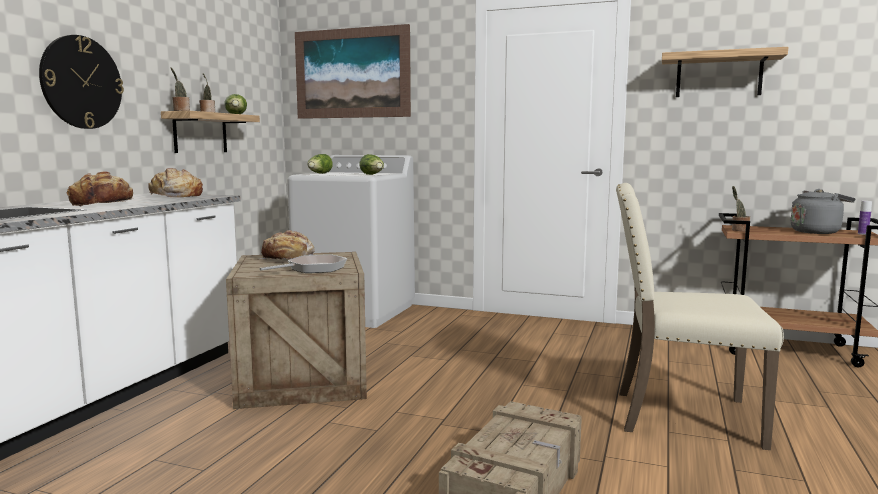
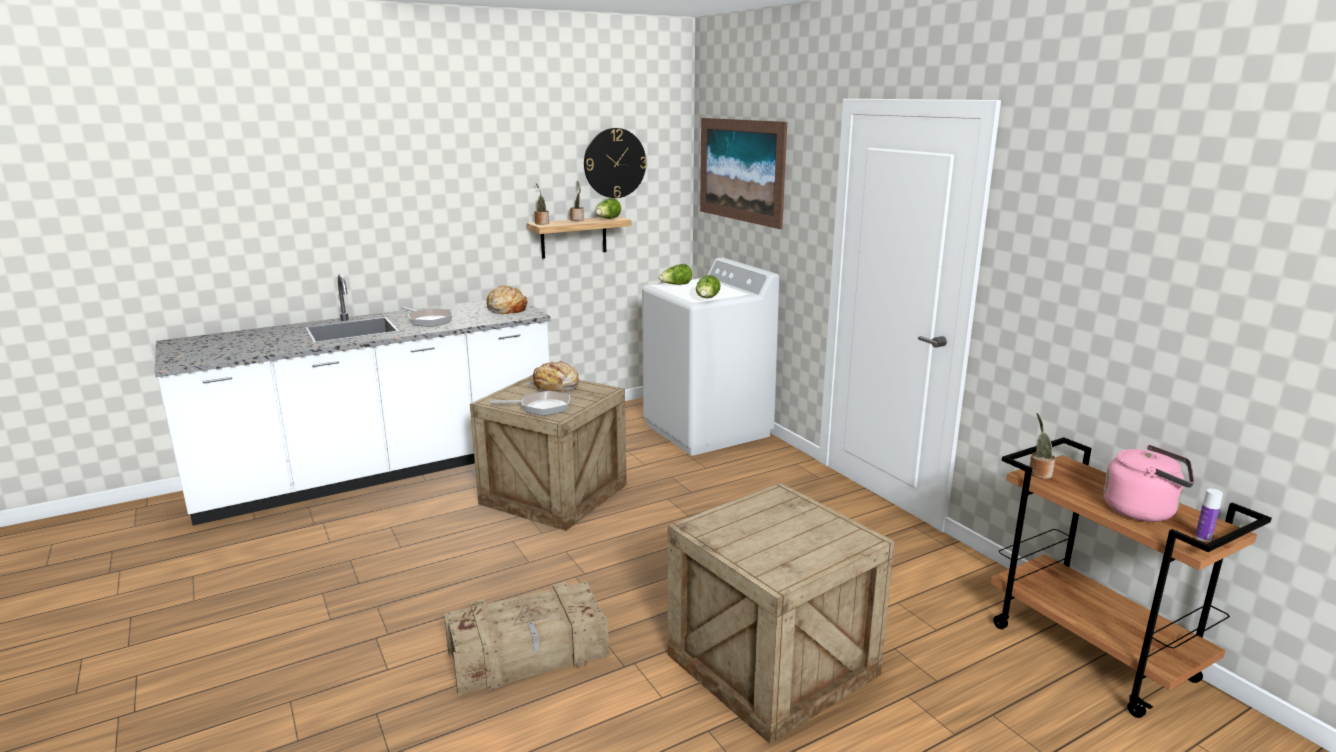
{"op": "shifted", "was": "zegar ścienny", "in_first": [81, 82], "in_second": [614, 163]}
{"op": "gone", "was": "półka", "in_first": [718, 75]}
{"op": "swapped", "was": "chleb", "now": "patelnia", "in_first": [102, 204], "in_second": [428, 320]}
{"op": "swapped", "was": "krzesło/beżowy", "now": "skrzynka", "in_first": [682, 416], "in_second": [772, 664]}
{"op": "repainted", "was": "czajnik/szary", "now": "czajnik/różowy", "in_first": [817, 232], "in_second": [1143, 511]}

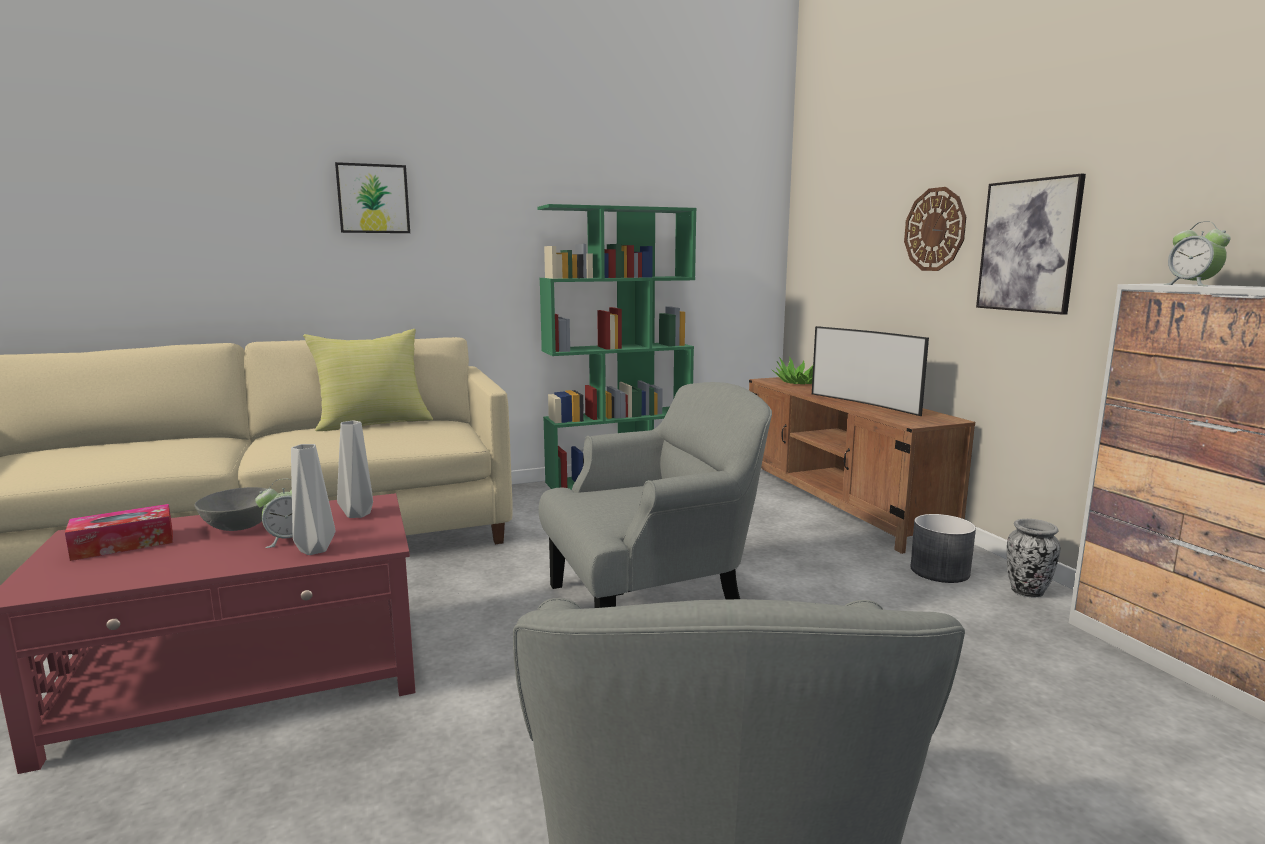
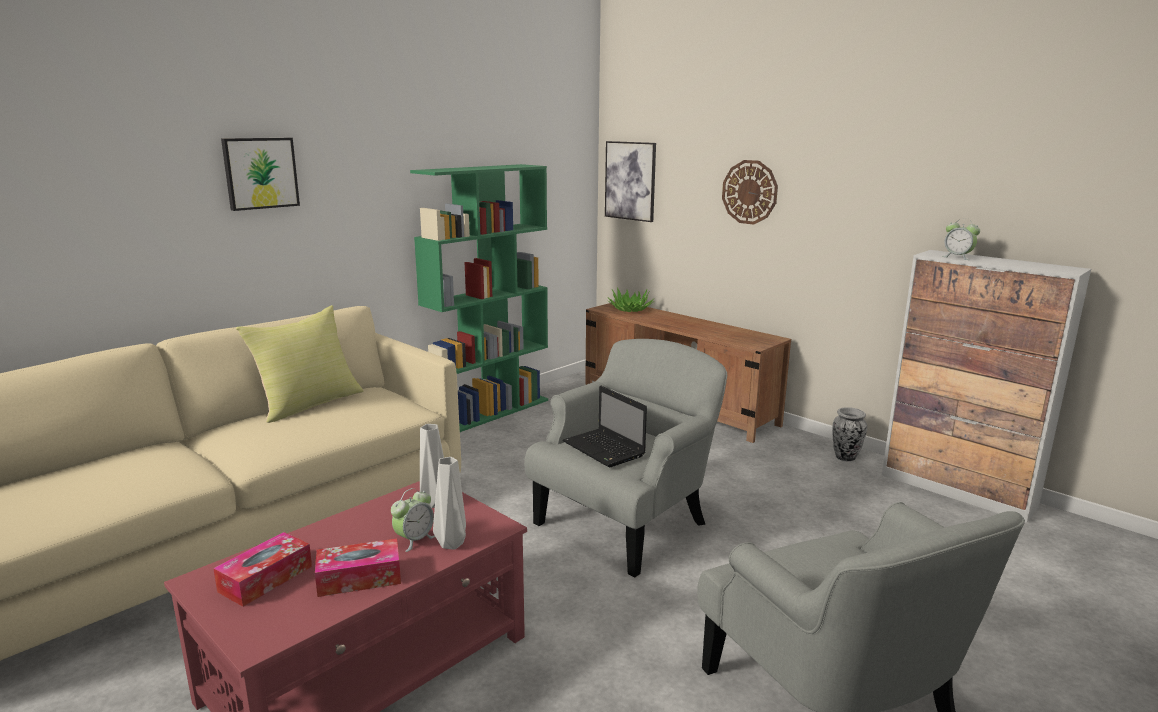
{"op": "shifted", "was": "obraz", "in_first": [1028, 246], "in_second": [630, 181]}
{"op": "gone", "was": "telewizor", "in_first": [866, 403]}
{"op": "gone", "was": "miska/szary", "in_first": [239, 526]}
{"op": "gone", "was": "donica/szary", "in_first": [939, 571]}
{"op": "new", "now": "laptop", "in_second": [605, 449]}
{"op": "new", "now": "pudełko chusteczek", "in_second": [359, 578]}

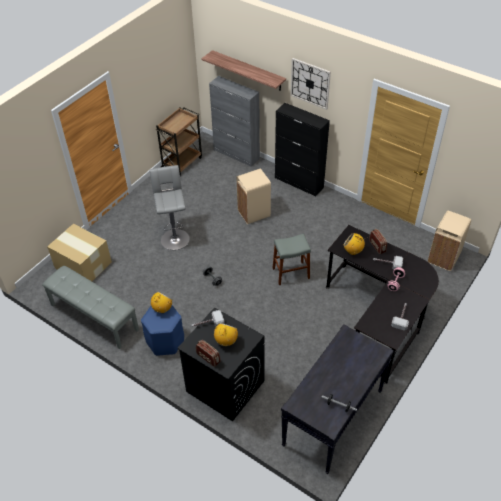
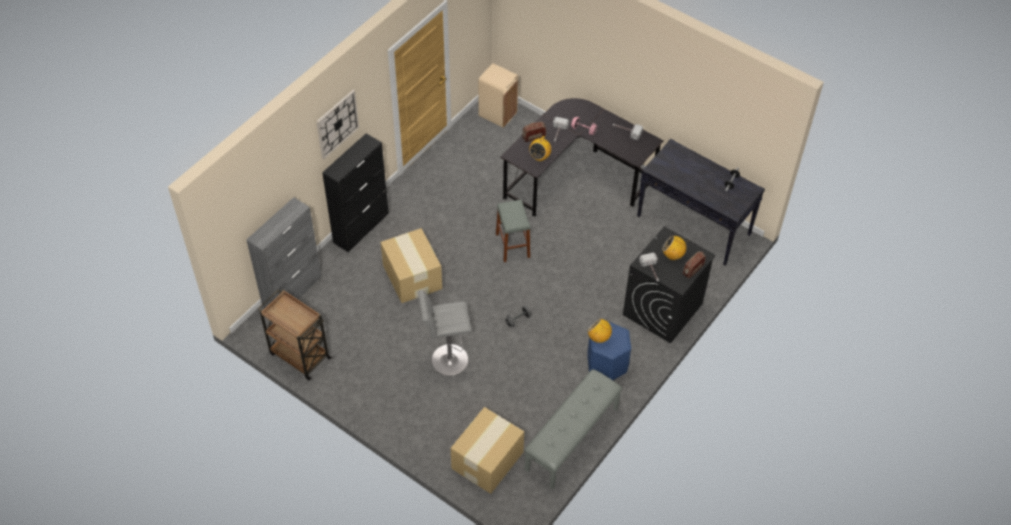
{"op": "gone", "was": "półka", "in_first": [248, 70]}
{"op": "swapped", "was": "kosz na śmieci/beżowy", "now": "karton", "in_first": [254, 213], "in_second": [412, 276]}

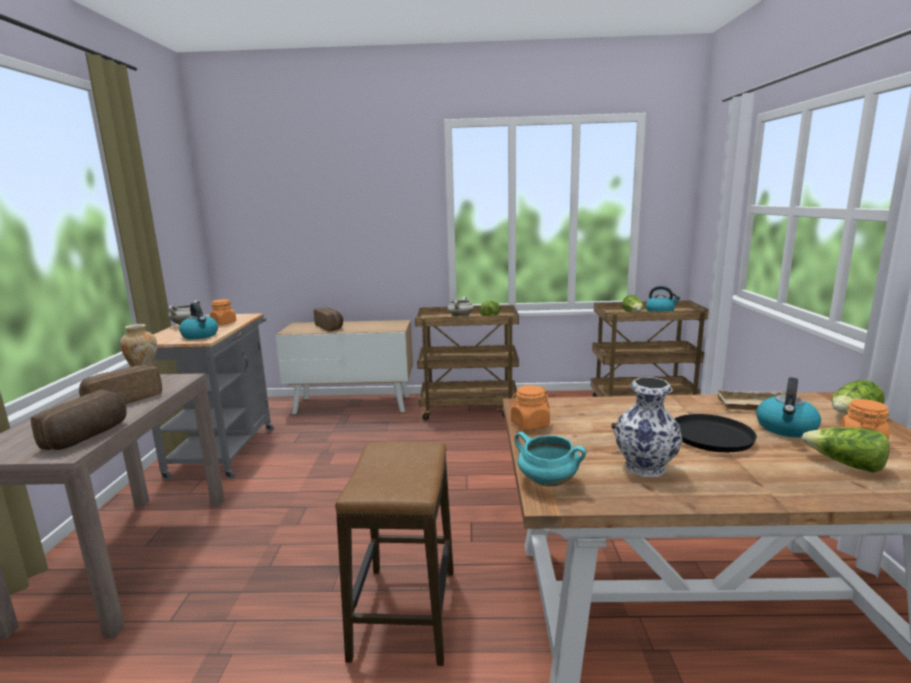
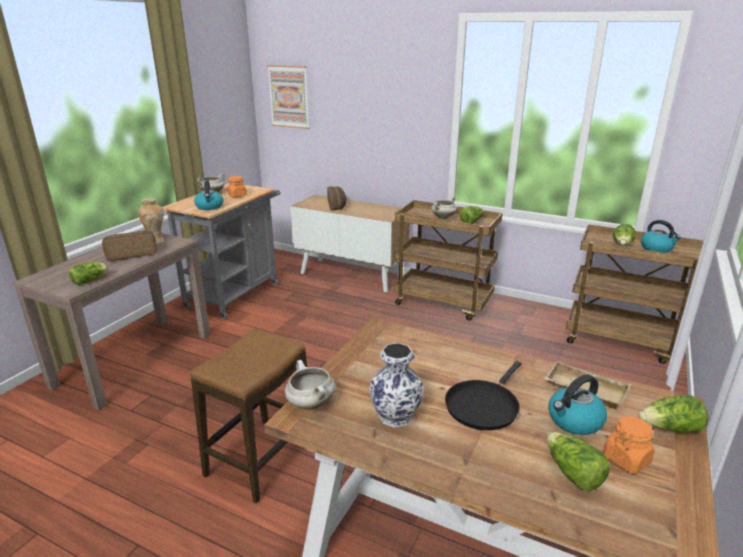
{"op": "gone", "was": "słoik/pomarańczowy", "in_first": [529, 424]}
{"op": "swapped", "was": "chleb", "now": "sałata", "in_first": [89, 436], "in_second": [91, 280]}
{"op": "rotated", "was": "patelnia/czarny", "in_first": [704, 438], "in_second": [483, 405], "clockwise": 90}
{"op": "repainted", "was": "garnek/turkusowy", "now": "garnek/biały", "in_first": [547, 482], "in_second": [310, 403]}
{"op": "new", "now": "obraz", "in_second": [289, 96]}

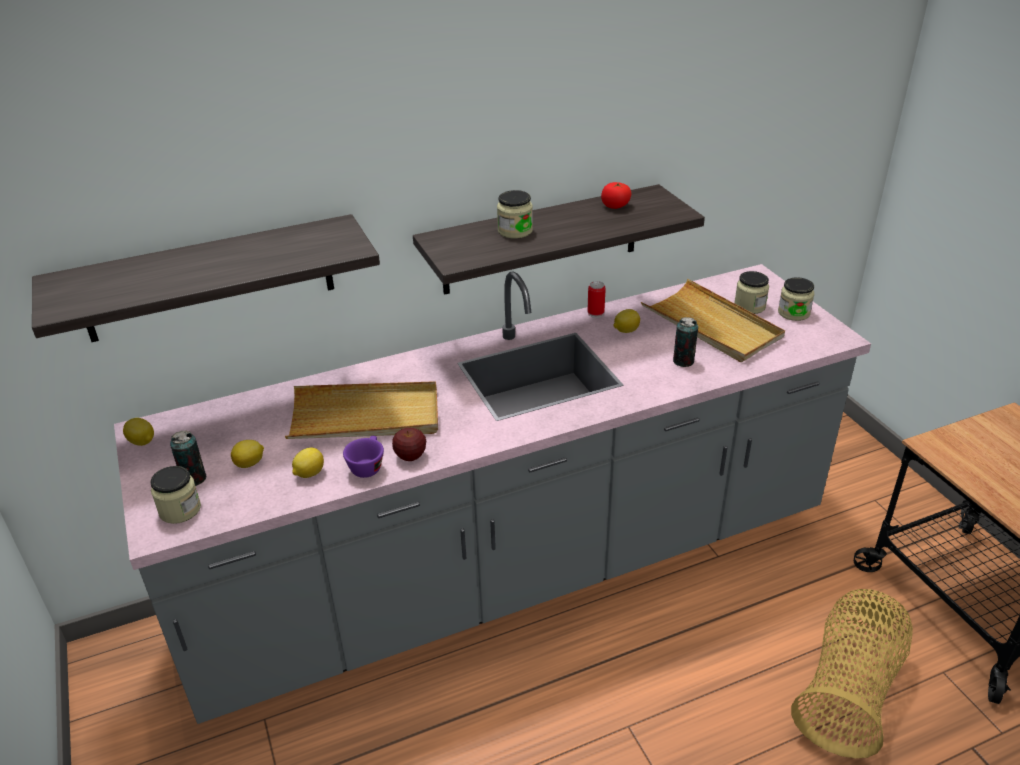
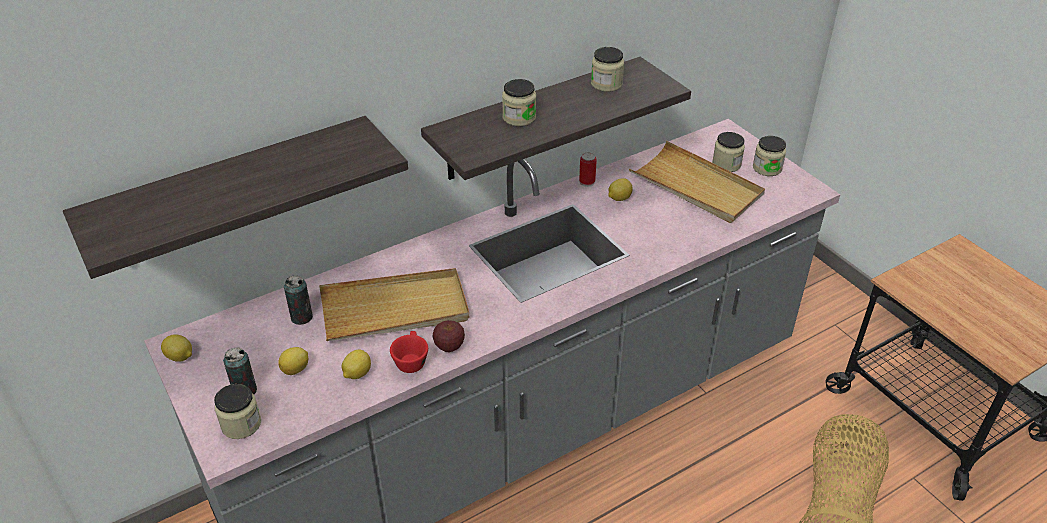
{"op": "swapped", "was": "pomidor", "now": "słoik", "in_first": [615, 206], "in_second": [606, 84]}
{"op": "shifted", "was": "puszka", "in_first": [683, 361], "in_second": [301, 317]}
{"op": "repainted", "was": "filiżanka/fioletowy", "now": "filiżanka/czerwony", "in_first": [367, 466], "in_second": [411, 360]}

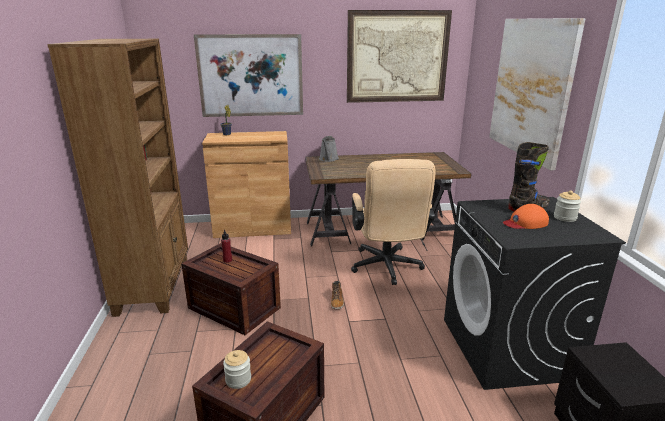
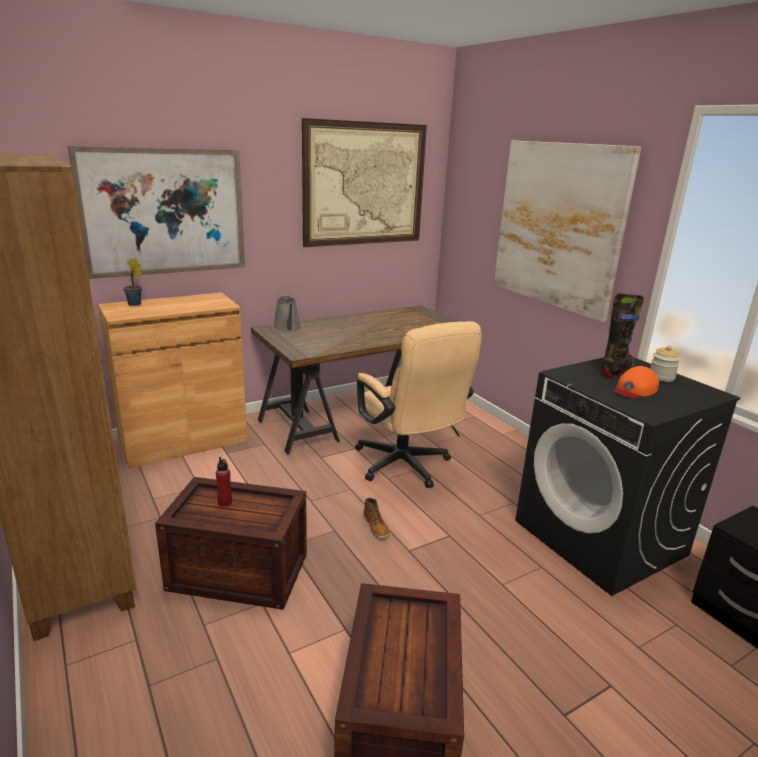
{"op": "gone", "was": "słoik", "in_first": [238, 380]}

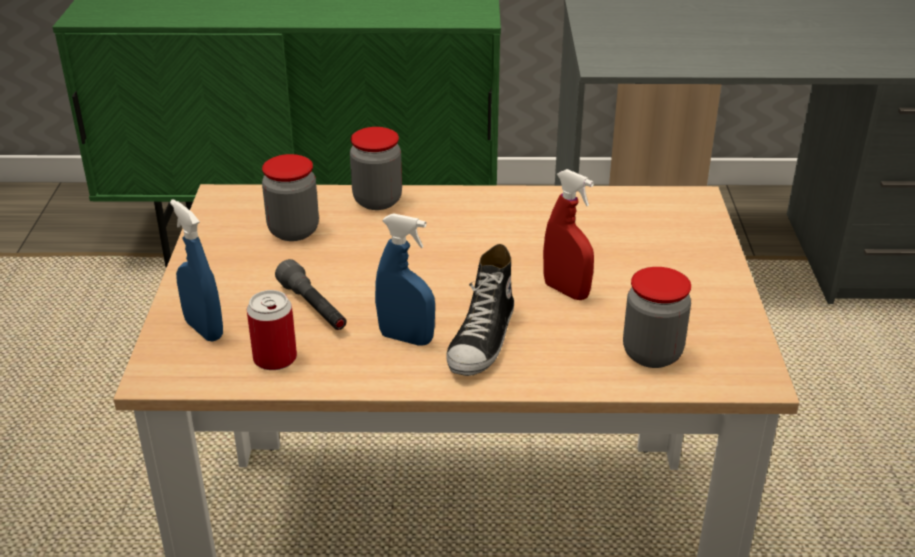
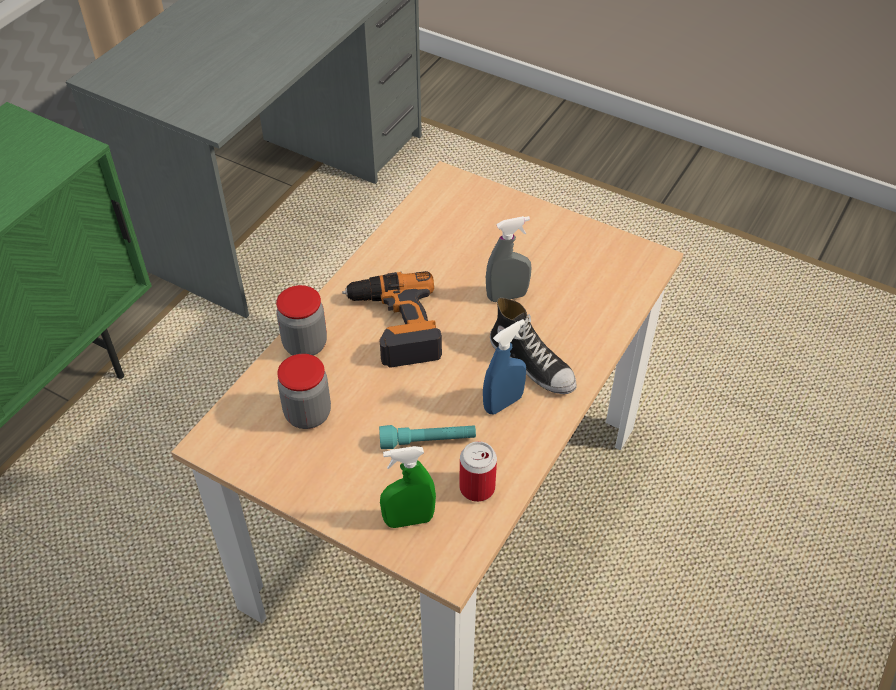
{"op": "repainted", "was": "spryskiwacz/czerwony", "now": "spryskiwacz/szary", "in_first": [566, 291], "in_second": [507, 296]}
{"op": "repainted", "was": "spryskiwacz/niebieski", "now": "spryskiwacz/zielony", "in_first": [204, 329], "in_second": [409, 520]}
{"op": "repainted", "was": "latarka/szary", "now": "latarka/turkusowy", "in_first": [313, 308], "in_second": [428, 441]}
{"op": "gone", "was": "słoik", "in_first": [652, 354]}
{"op": "new", "now": "wiertarka", "in_second": [394, 325]}

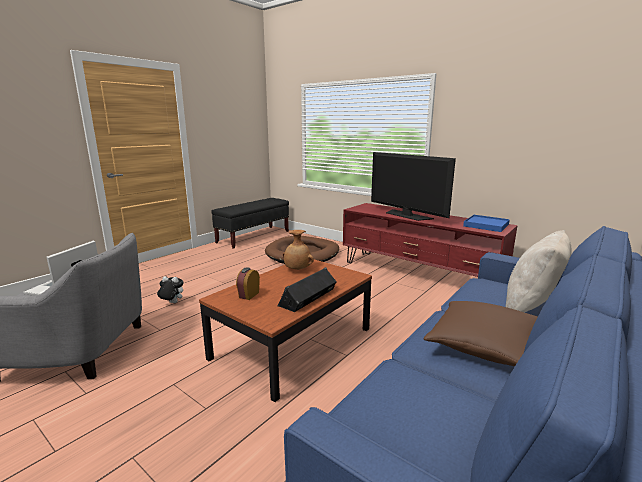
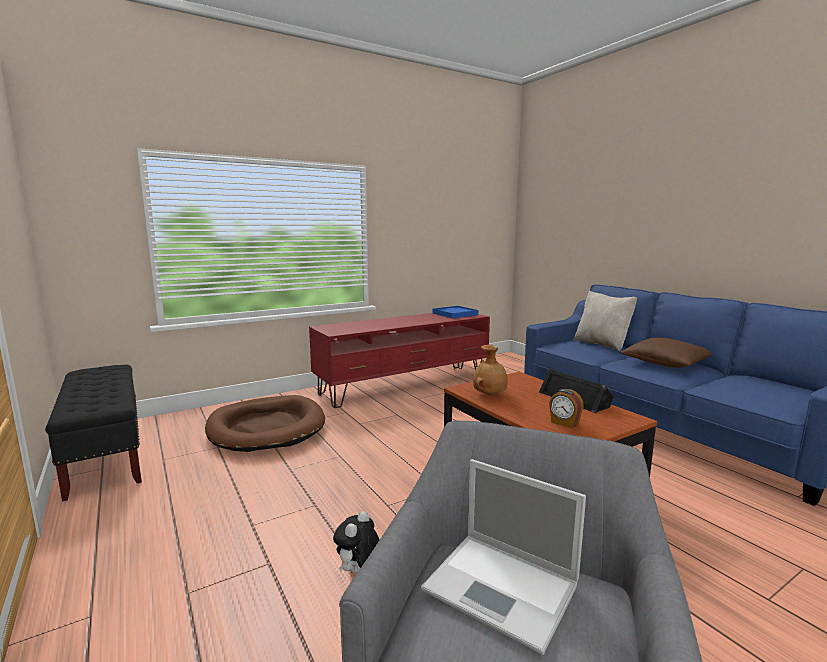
{"op": "gone", "was": "telewizor", "in_first": [407, 215]}

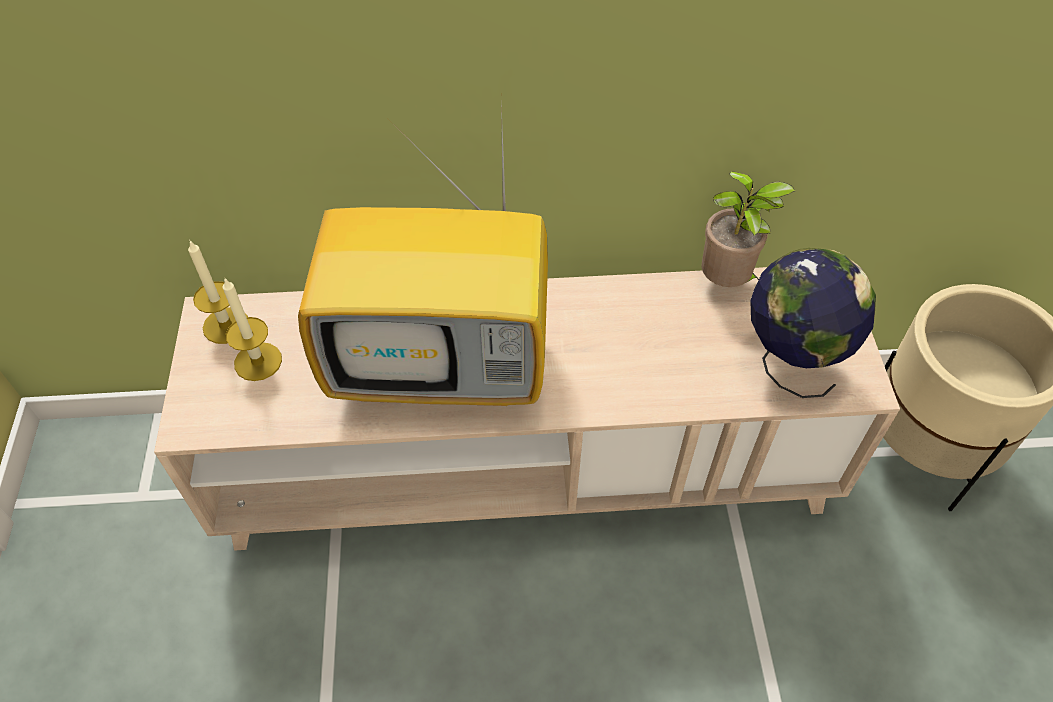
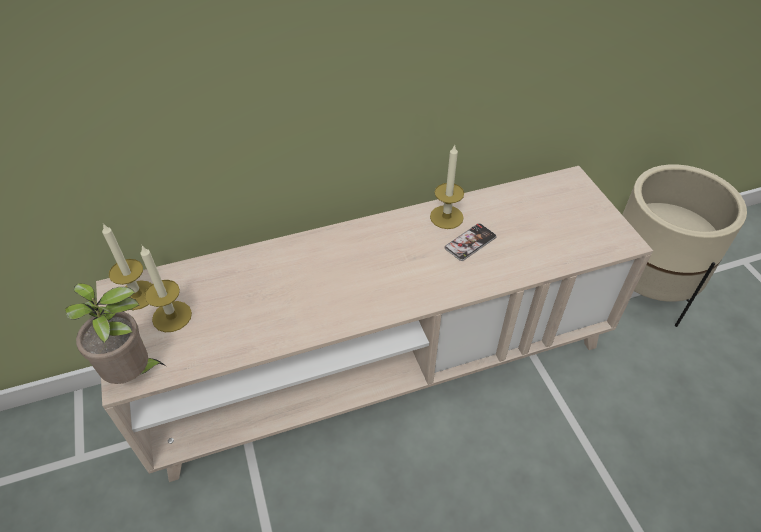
{"op": "gone", "was": "telewizor", "in_first": [445, 365]}
{"op": "shifted", "was": "roślina doniczkowa", "in_first": [727, 283], "in_second": [134, 374]}
{"op": "gone", "was": "globus", "in_first": [790, 362]}
{"op": "new", "now": "świeca", "in_second": [446, 217]}
{"op": "new", "now": "telefon", "in_second": [470, 242]}

